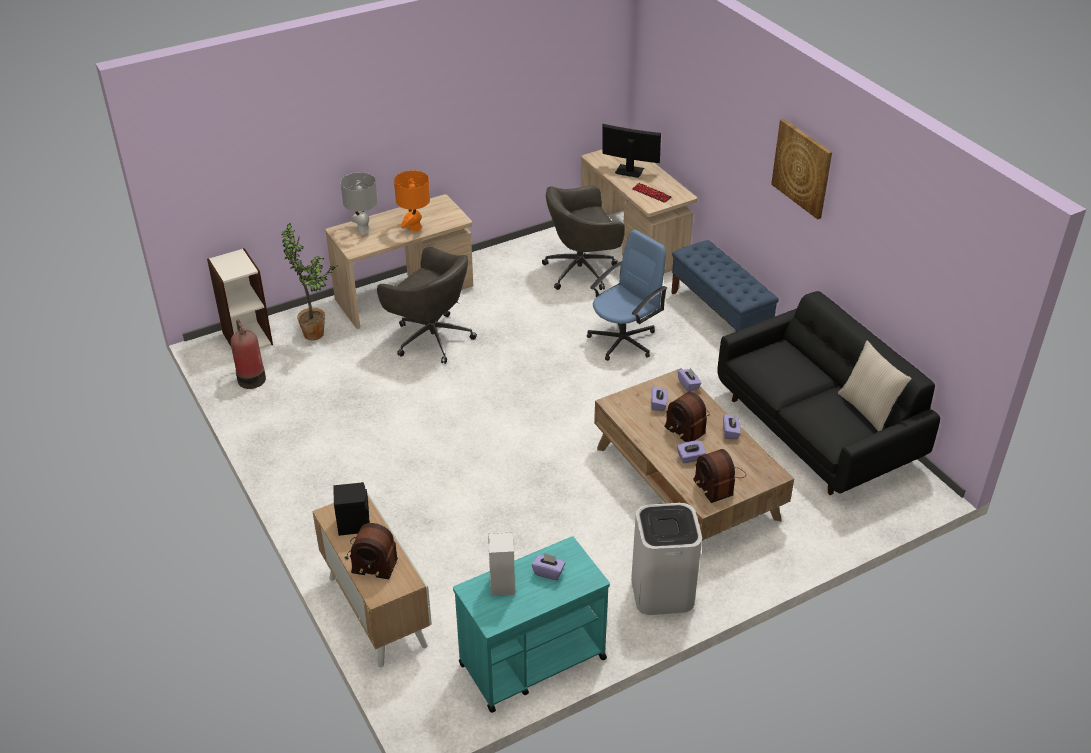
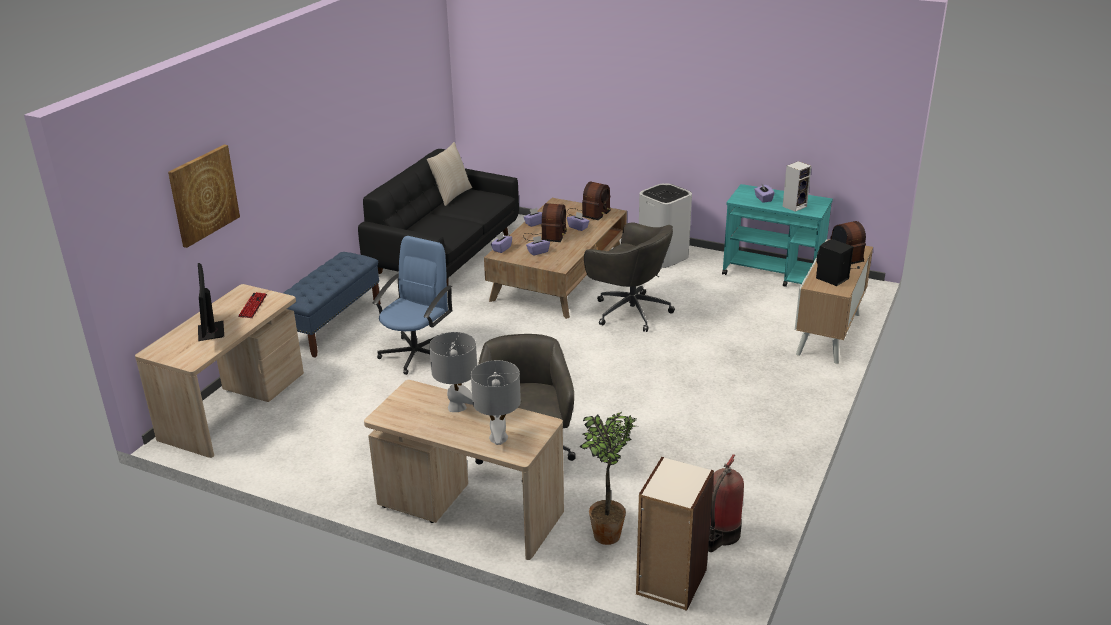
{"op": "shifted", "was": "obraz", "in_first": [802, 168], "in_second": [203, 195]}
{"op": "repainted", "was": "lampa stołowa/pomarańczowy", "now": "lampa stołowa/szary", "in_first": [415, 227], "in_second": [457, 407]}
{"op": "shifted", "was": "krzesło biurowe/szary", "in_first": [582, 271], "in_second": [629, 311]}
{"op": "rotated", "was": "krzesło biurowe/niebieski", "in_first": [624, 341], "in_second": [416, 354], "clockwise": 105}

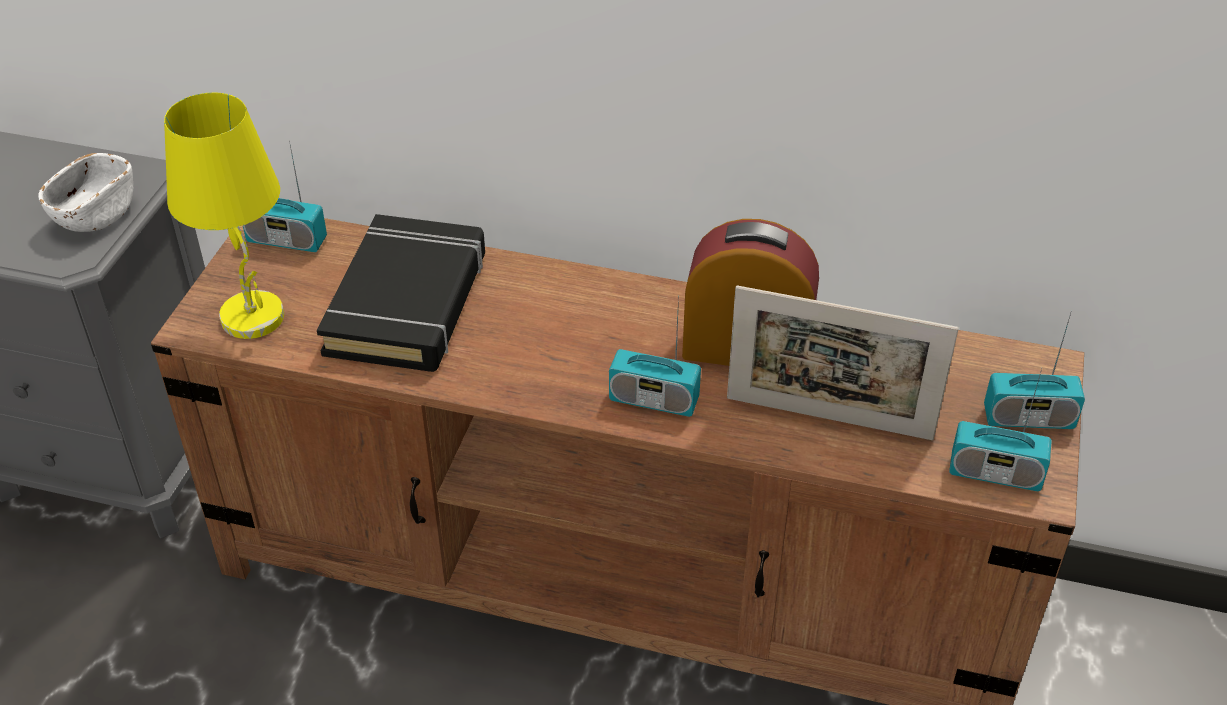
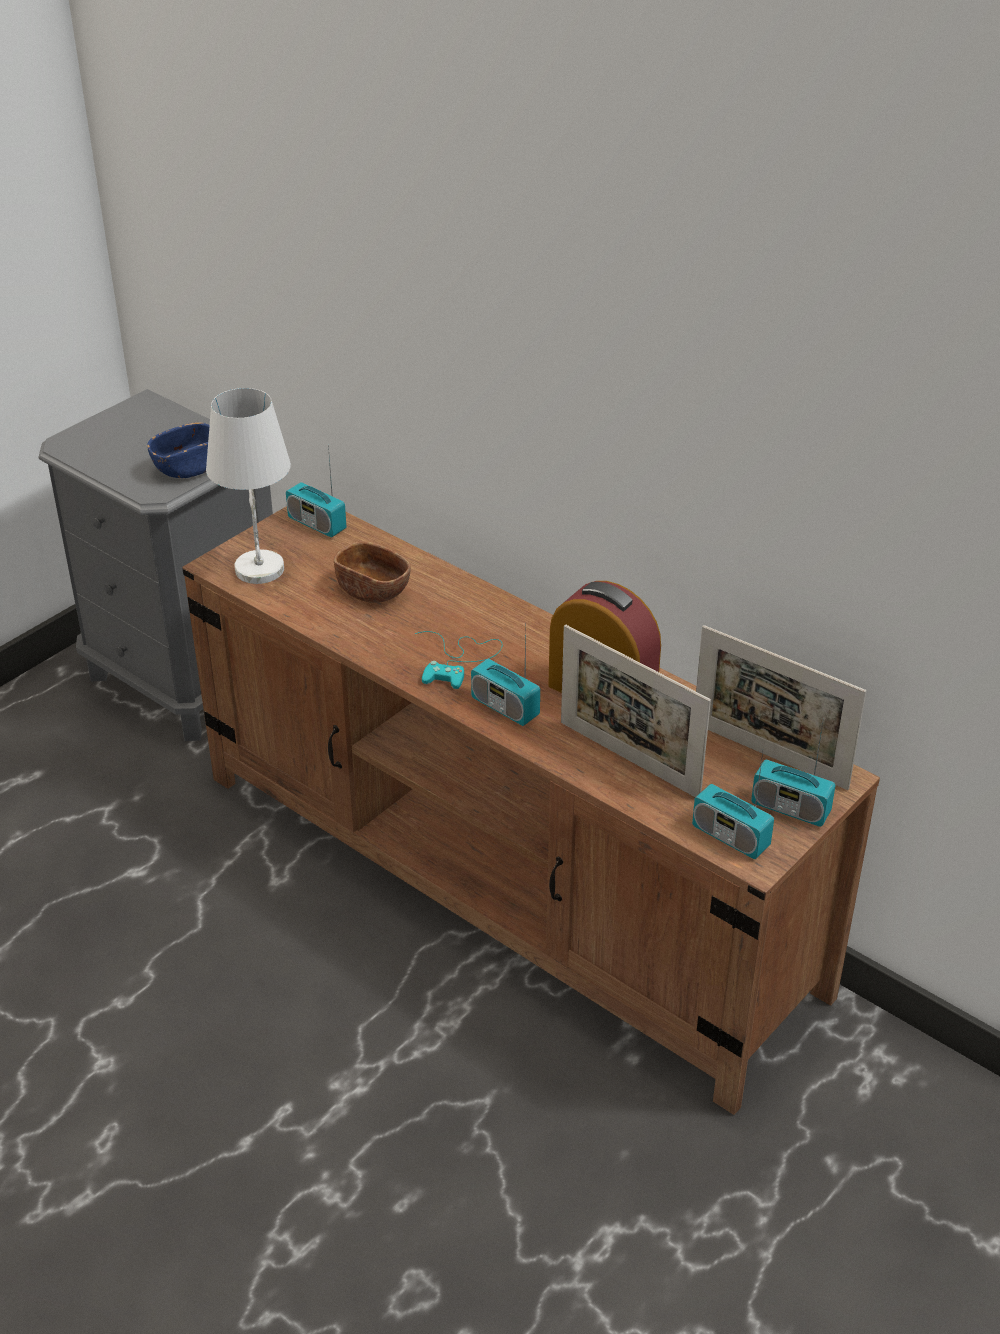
{"op": "repainted", "was": "lampa stołowa/żółty", "now": "lampa stołowa/biały", "in_first": [254, 318], "in_second": [260, 570]}
{"op": "repainted", "was": "miska/biały", "now": "miska/niebieski", "in_first": [95, 215], "in_second": [187, 468]}
{"op": "swapped", "was": "książka/czarny", "now": "miska/brązowy", "in_first": [408, 303], "in_second": [373, 590]}
{"op": "new", "now": "ramka na zdjęcie", "in_second": [769, 755]}
{"op": "new", "now": "pad do gier/turkusowy", "in_second": [459, 660]}

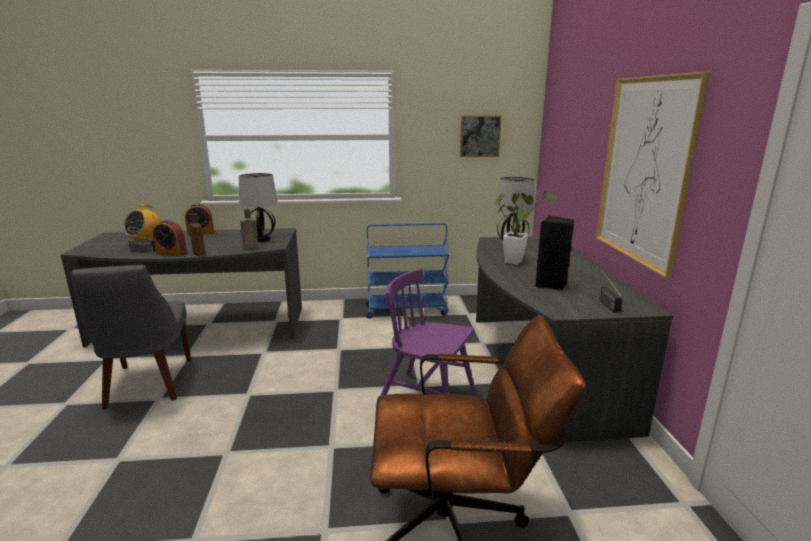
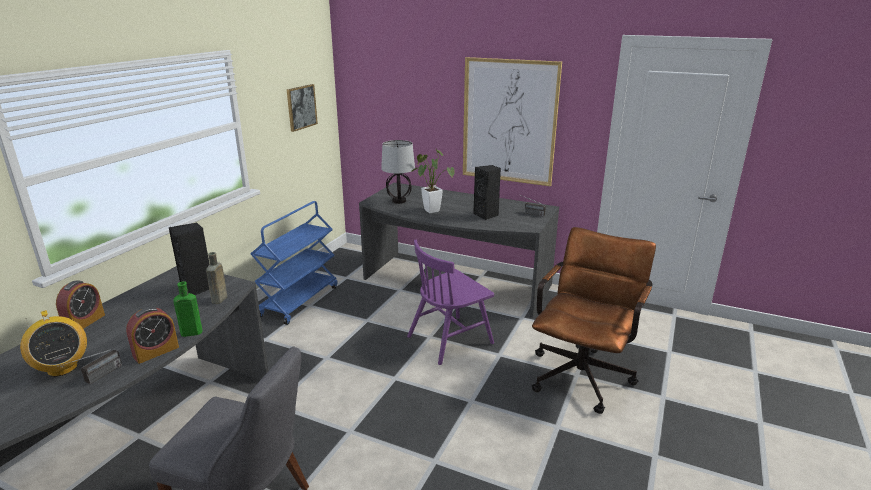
{"op": "swapped", "was": "lampa stołowa", "now": "głośnik/czarny", "in_first": [262, 240], "in_second": [198, 288]}
{"op": "repainted", "was": "butelka/brązowy", "now": "butelka/zielony", "in_first": [199, 254], "in_second": [190, 333]}

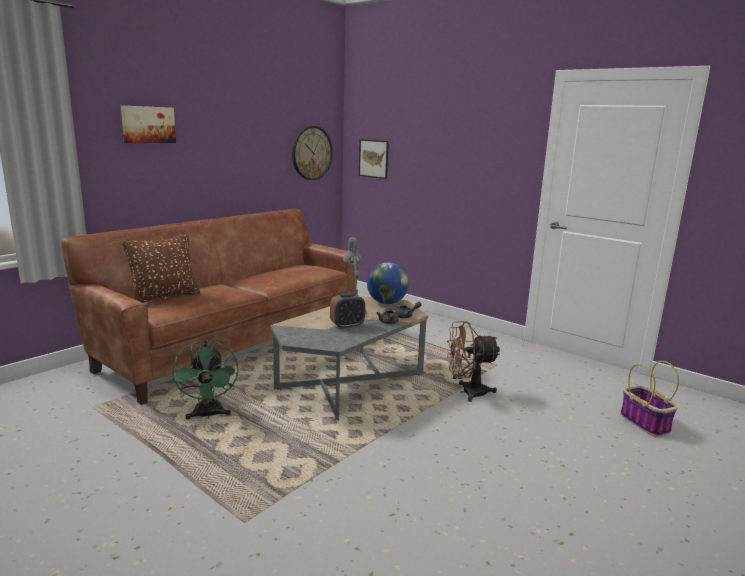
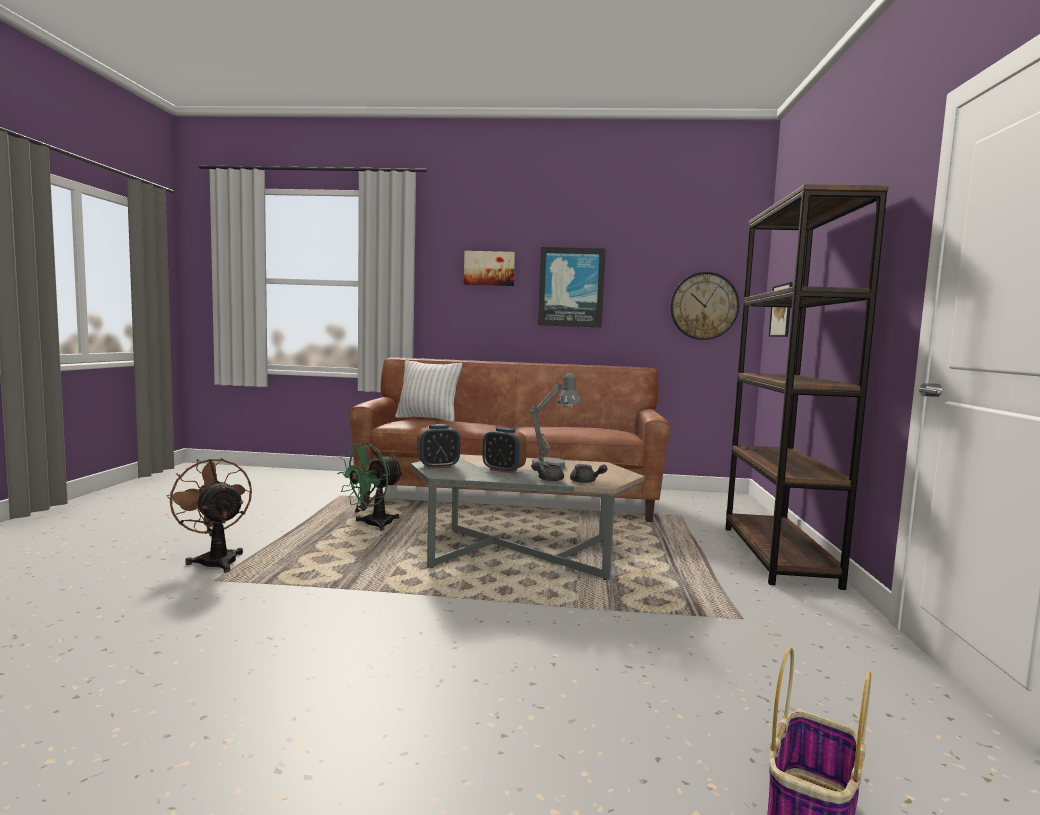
{"op": "repainted", "was": "poduszka/brązowy", "now": "poduszka/biały", "in_first": [165, 297], "in_second": [427, 419]}
{"op": "gone", "was": "globus", "in_first": [386, 303]}
{"op": "shifted", "was": "wentylator/brązowy", "in_first": [467, 392], "in_second": [216, 560]}
{"op": "new", "now": "regał/brązowy", "in_second": [778, 555]}
{"op": "new", "now": "obraz", "in_second": [571, 287]}
{"op": "new", "now": "budzik", "in_second": [438, 466]}

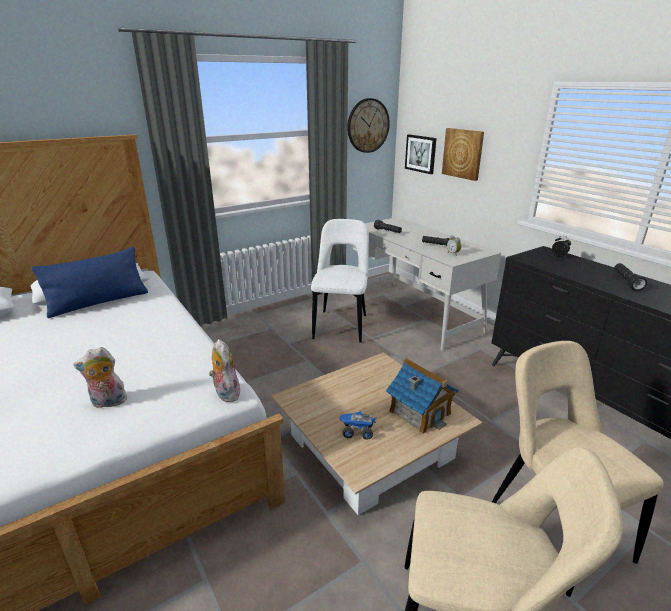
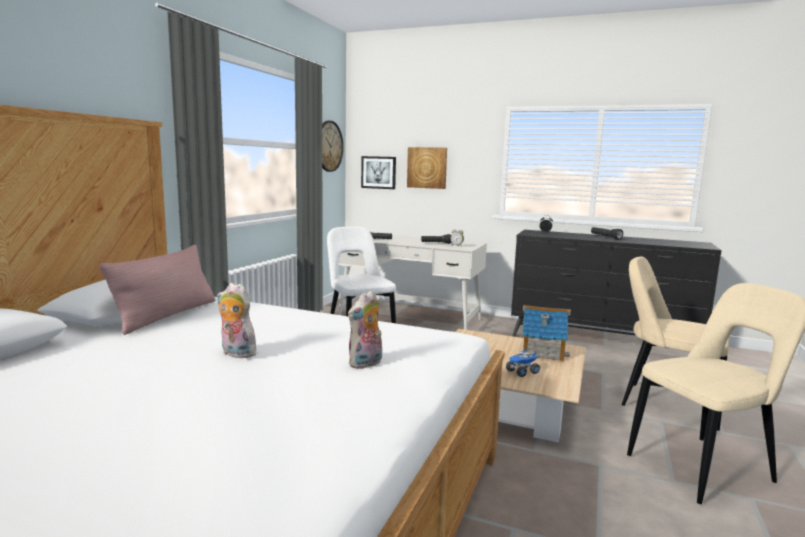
{"op": "repainted", "was": "poduszka/niebieski", "now": "poduszka/różowy", "in_first": [99, 302], "in_second": [167, 315]}
{"op": "shifted", "was": "pluszak", "in_first": [225, 393], "in_second": [236, 353]}

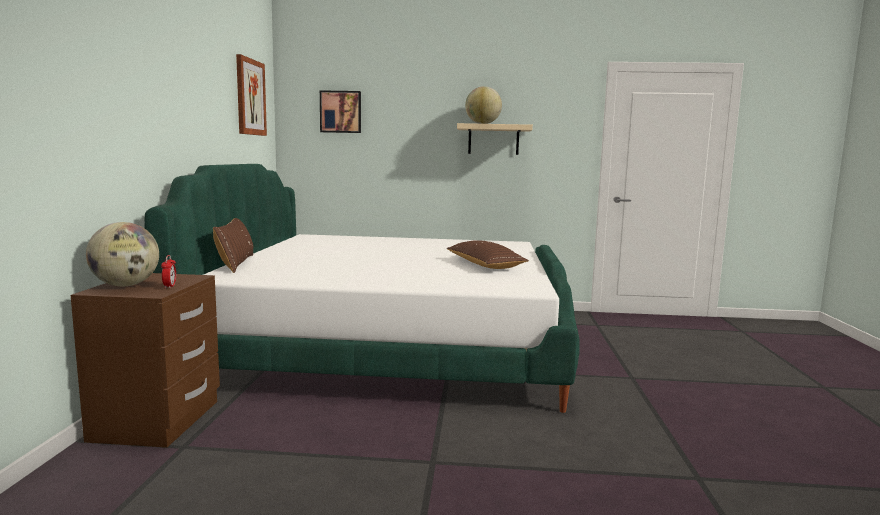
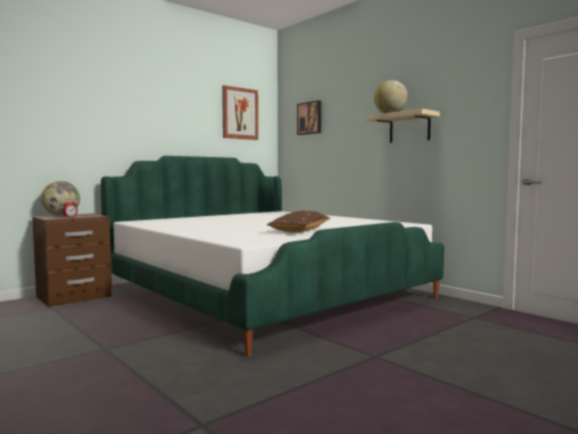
{"op": "gone", "was": "poduszka/brązowy", "in_first": [236, 263]}

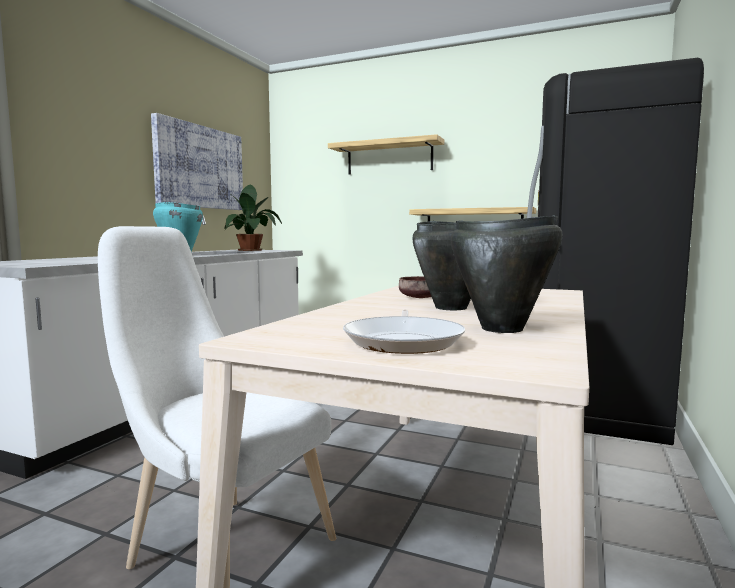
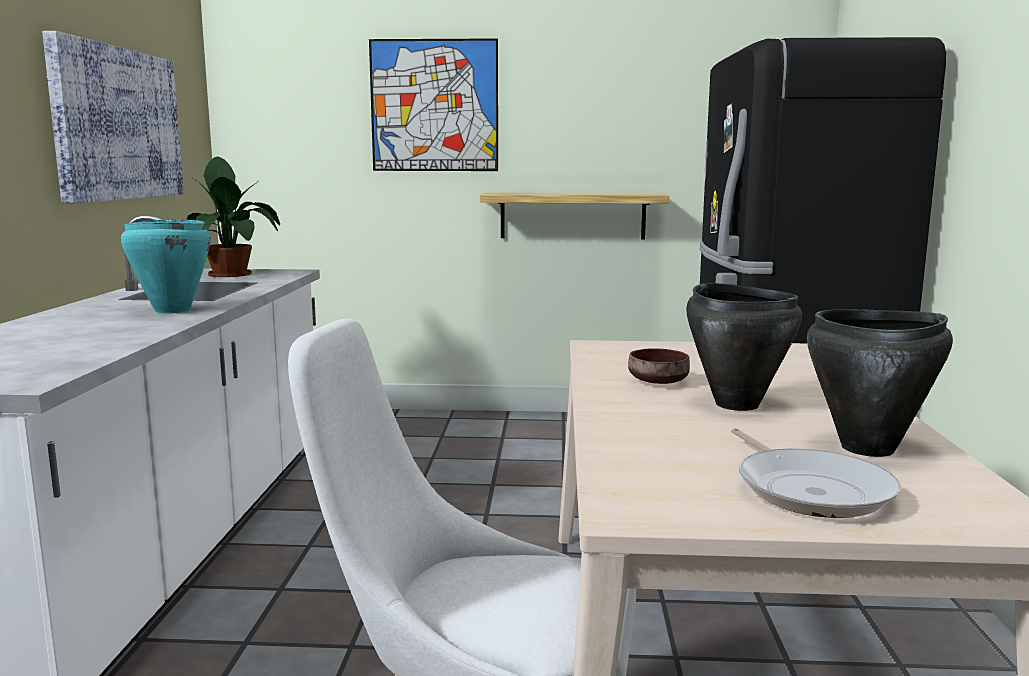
{"op": "swapped", "was": "półka", "now": "obraz", "in_first": [389, 158], "in_second": [434, 106]}

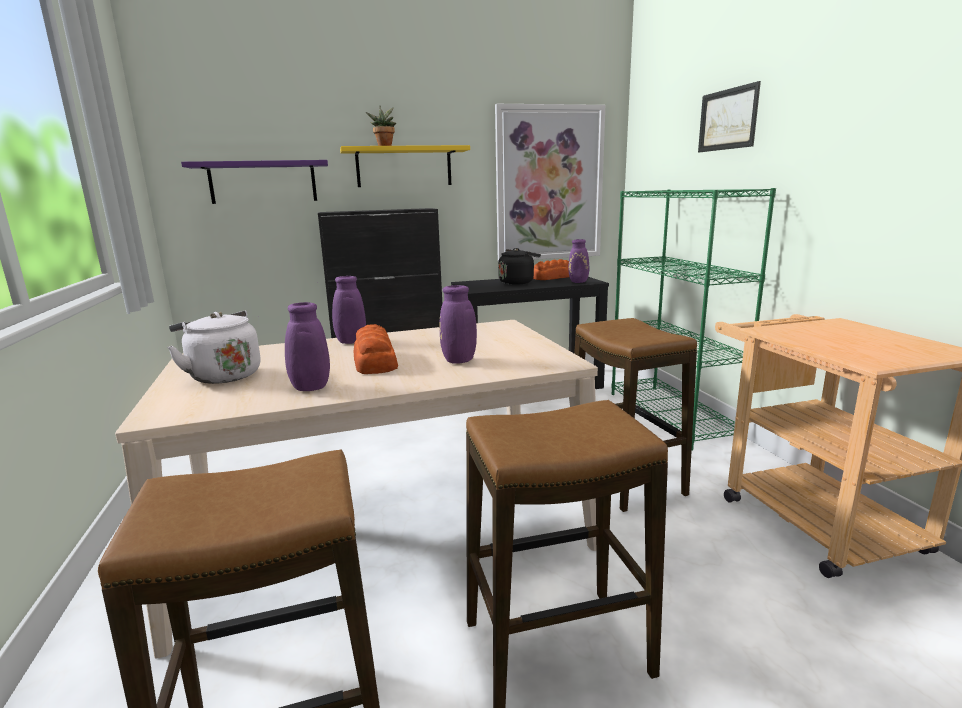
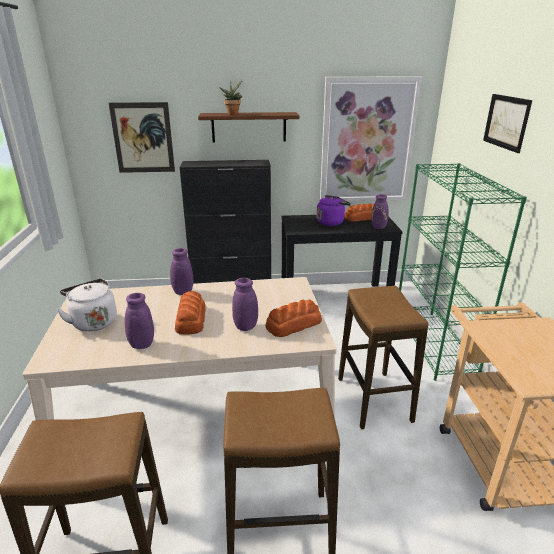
{"op": "repainted", "was": "półka/żółty", "now": "półka/brązowy", "in_first": [404, 167], "in_second": [249, 127]}
{"op": "swapped", "was": "półka/fioletowy", "now": "obraz", "in_first": [263, 182], "in_second": [143, 138]}
{"op": "repainted", "was": "czajnik/czarny", "now": "czajnik/fioletowy", "in_first": [517, 282], "in_second": [331, 222]}
{"op": "new", "now": "chleb", "in_second": [293, 324]}

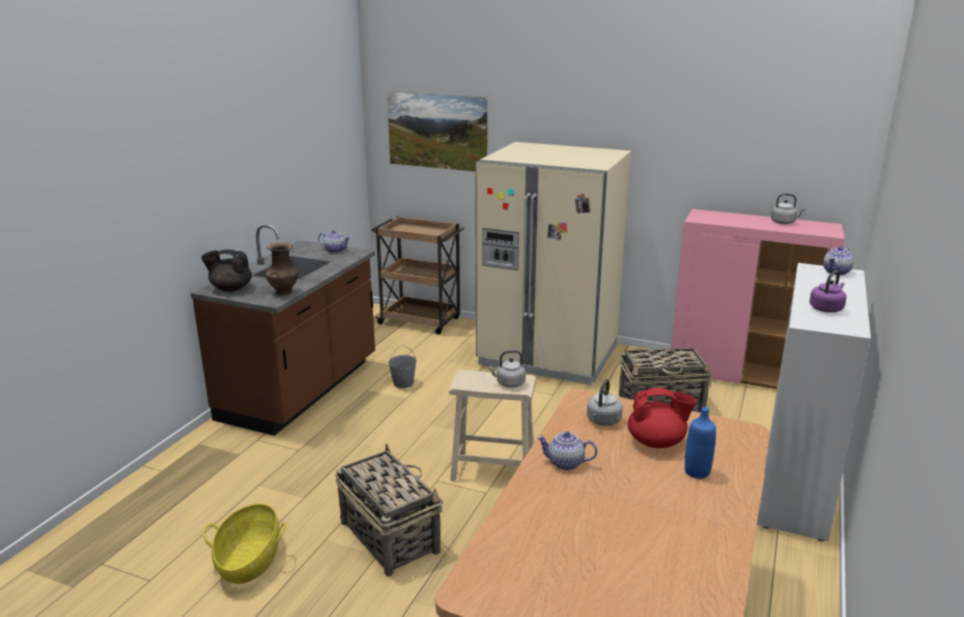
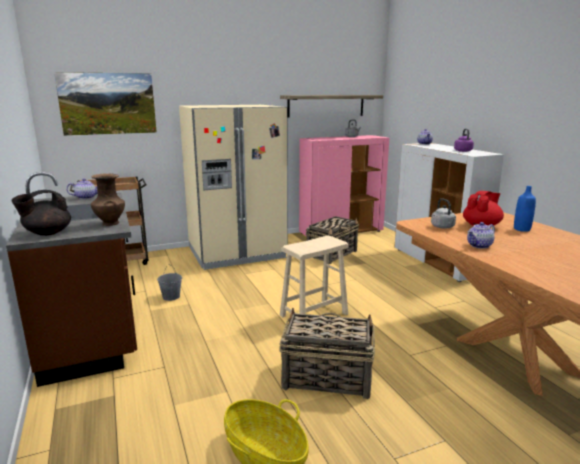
{"op": "gone", "was": "czajnik/szary", "in_first": [509, 383]}
{"op": "new", "now": "półka", "in_second": [326, 105]}

